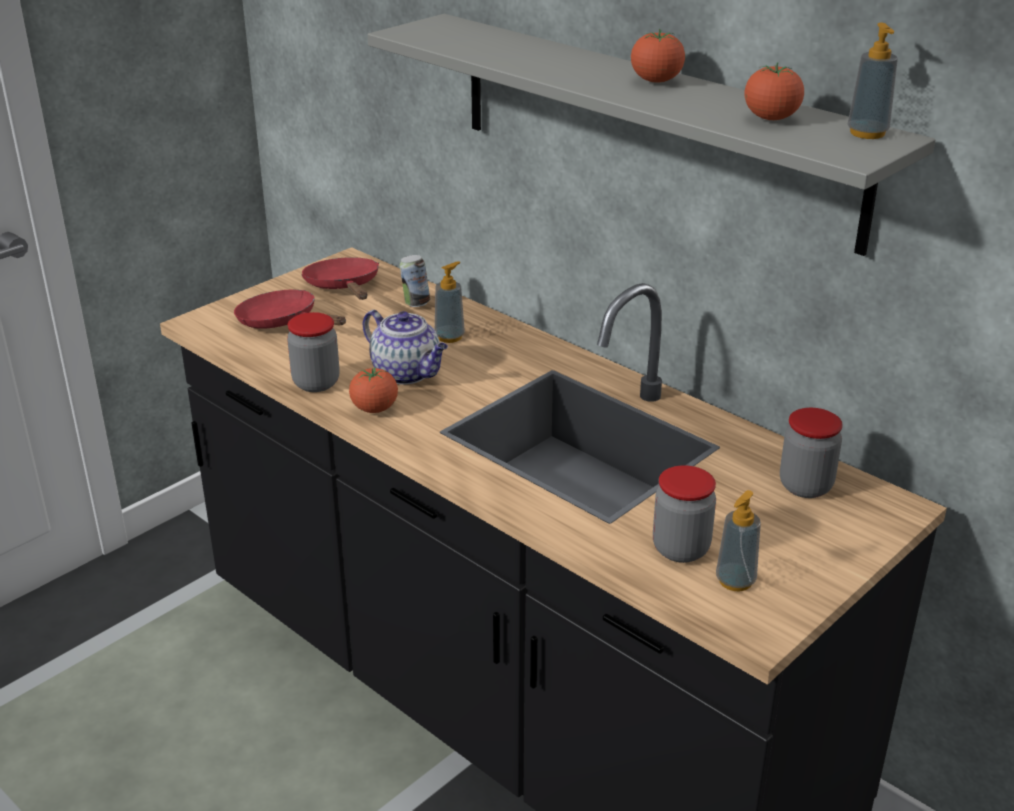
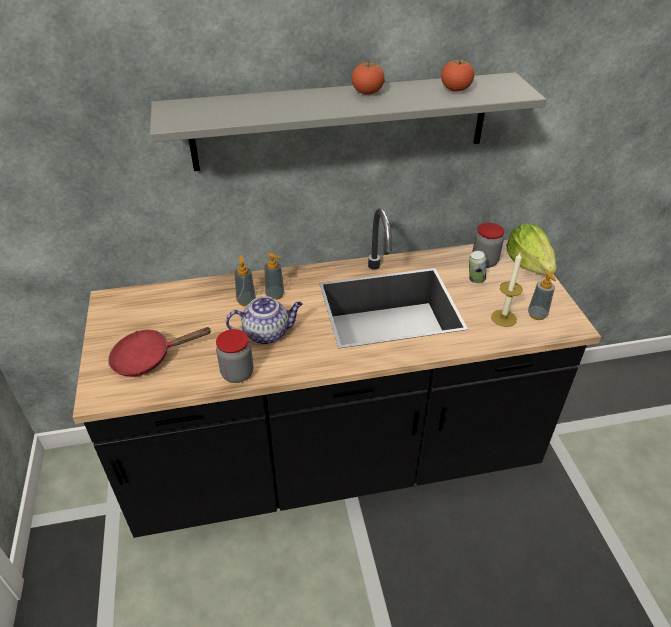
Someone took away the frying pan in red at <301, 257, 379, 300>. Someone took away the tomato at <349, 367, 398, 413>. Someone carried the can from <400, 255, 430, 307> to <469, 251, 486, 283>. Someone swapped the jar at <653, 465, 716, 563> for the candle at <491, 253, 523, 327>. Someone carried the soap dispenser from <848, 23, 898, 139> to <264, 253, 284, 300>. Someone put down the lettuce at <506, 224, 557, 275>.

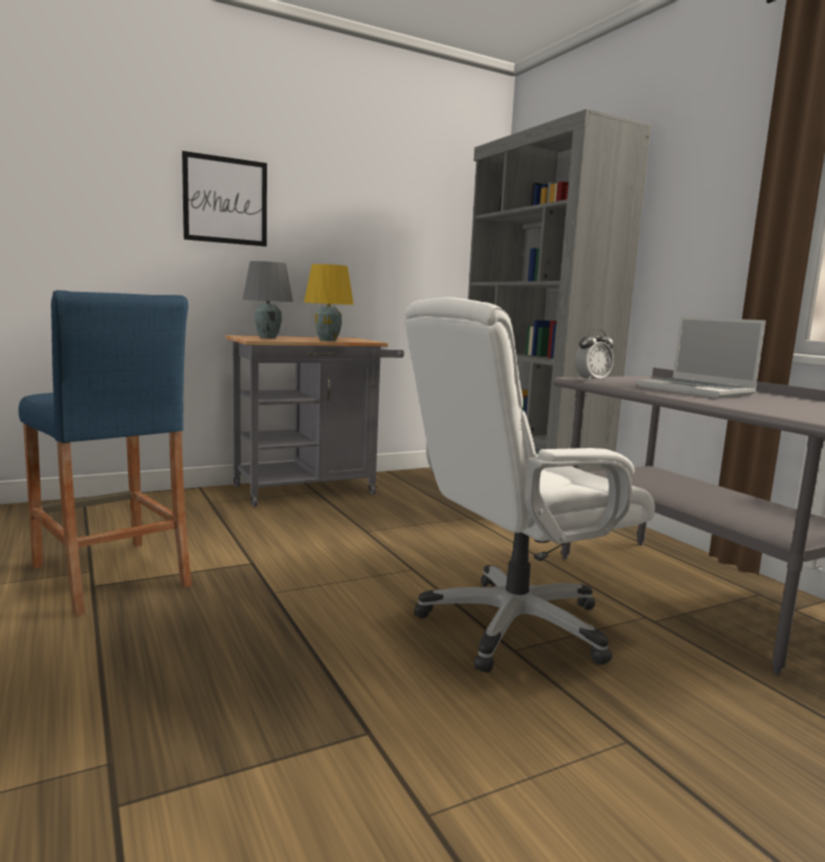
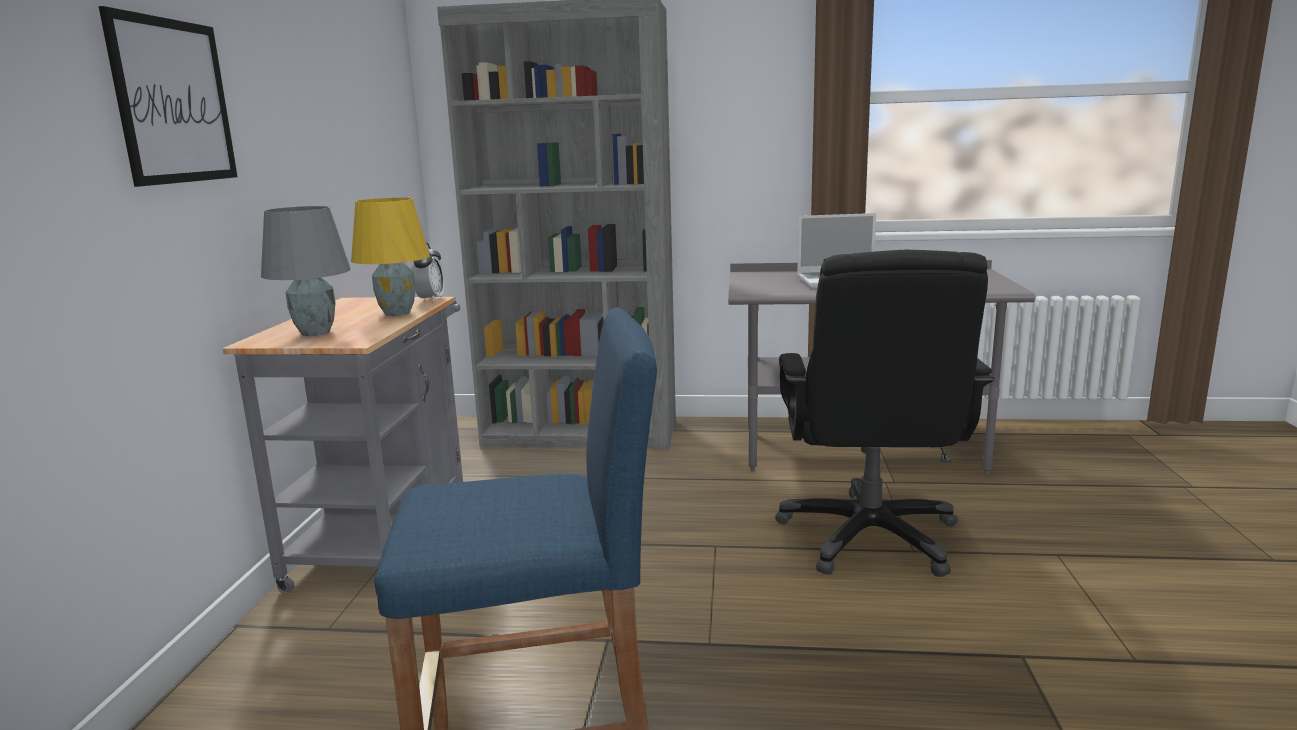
Someone repainted the office chair in white at <405, 297, 655, 673>, which became the office chair in black at <775, 250, 994, 577>. Someone carried the alarm clock from <575, 328, 614, 382> to <412, 243, 445, 302>.

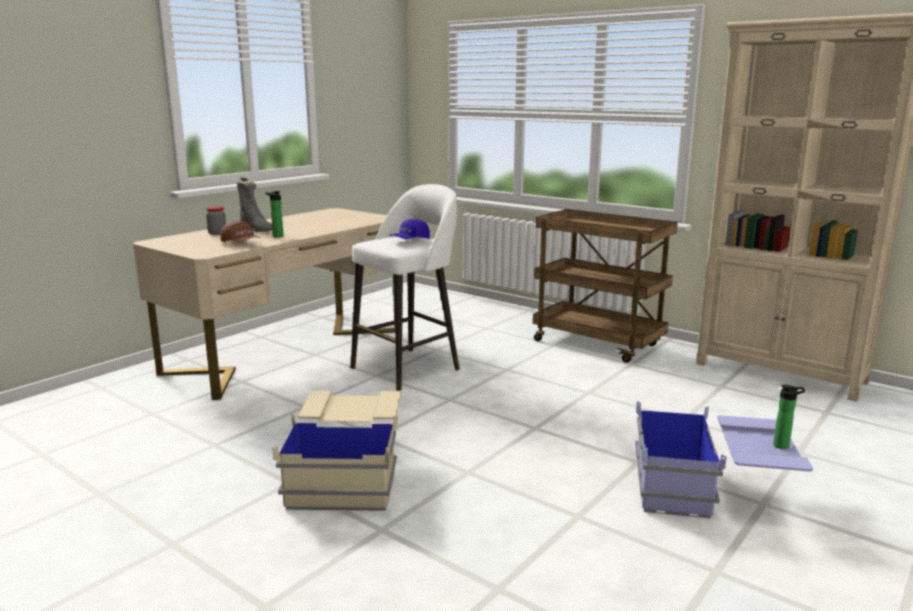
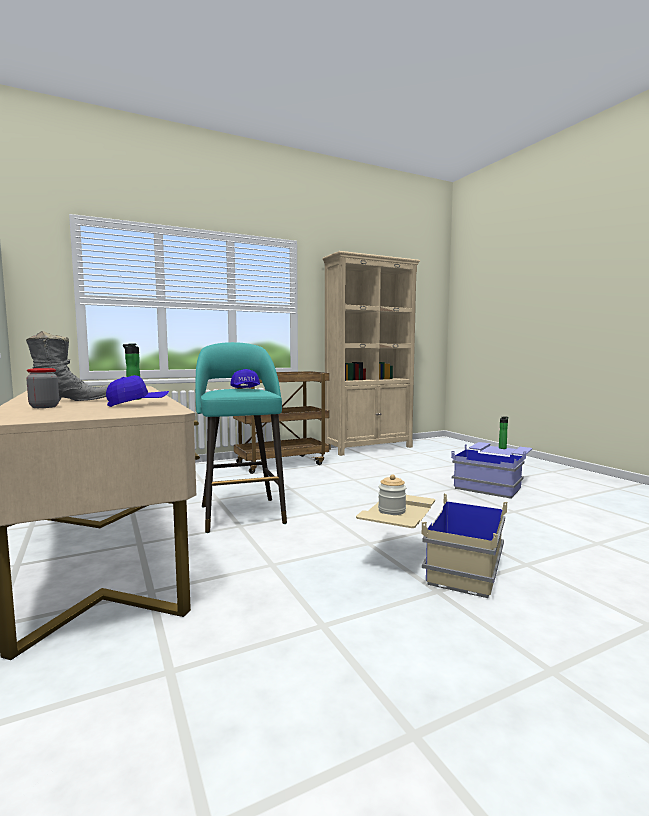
Someone repainted the cap in brown at <220, 221, 260, 242>, which became the cap in blue at <106, 375, 169, 407>. Someone repainted the stool in white at <351, 184, 460, 391>, which became the stool in turquoise at <195, 342, 287, 533>. Someone put down the jar at <378, 475, 406, 515>.

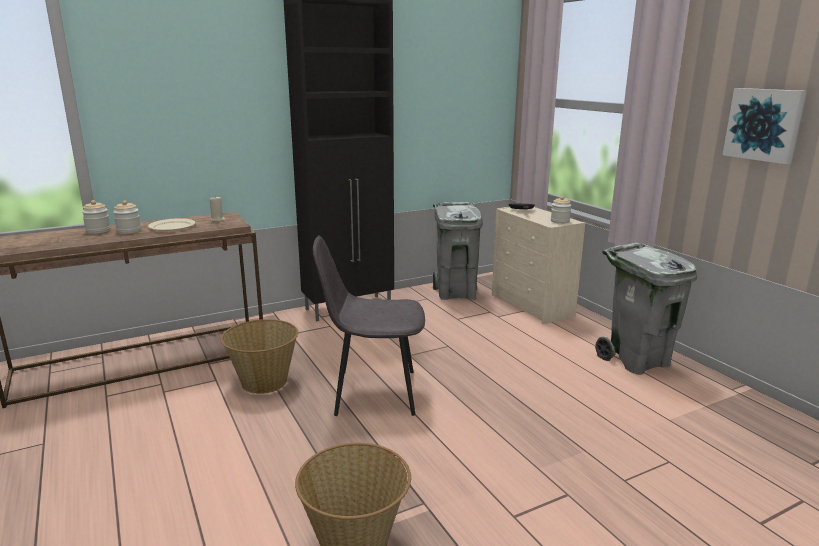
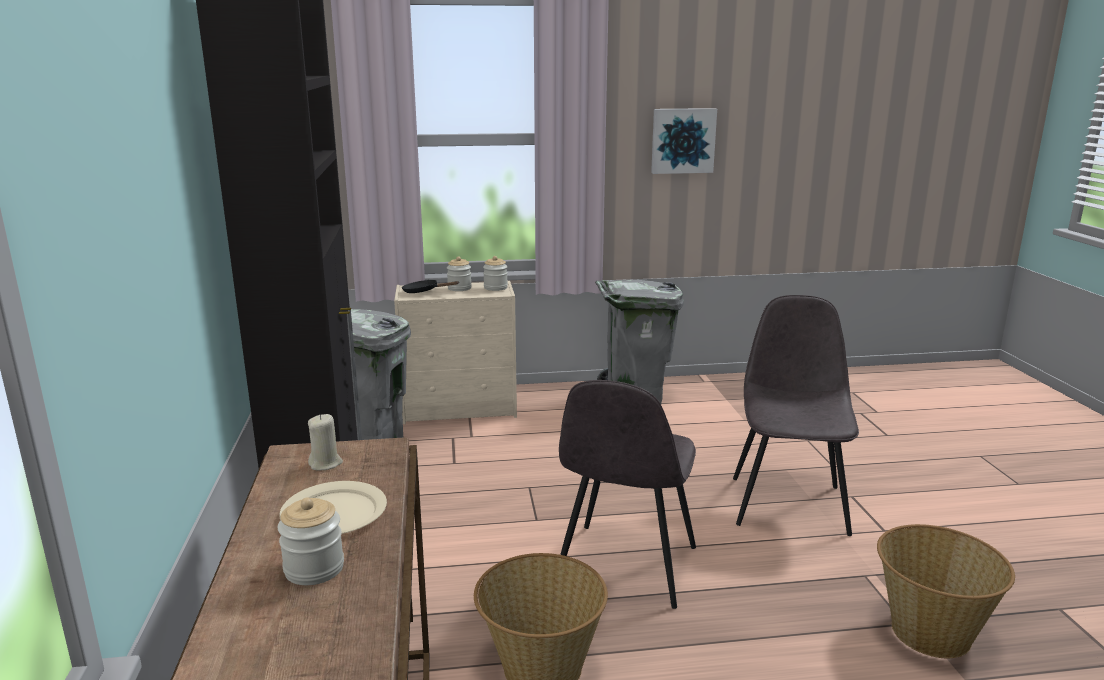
Someone carried the jar from <82, 200, 111, 234> to <447, 256, 472, 291>. Someone put down the chair in grey at <733, 295, 859, 536>.

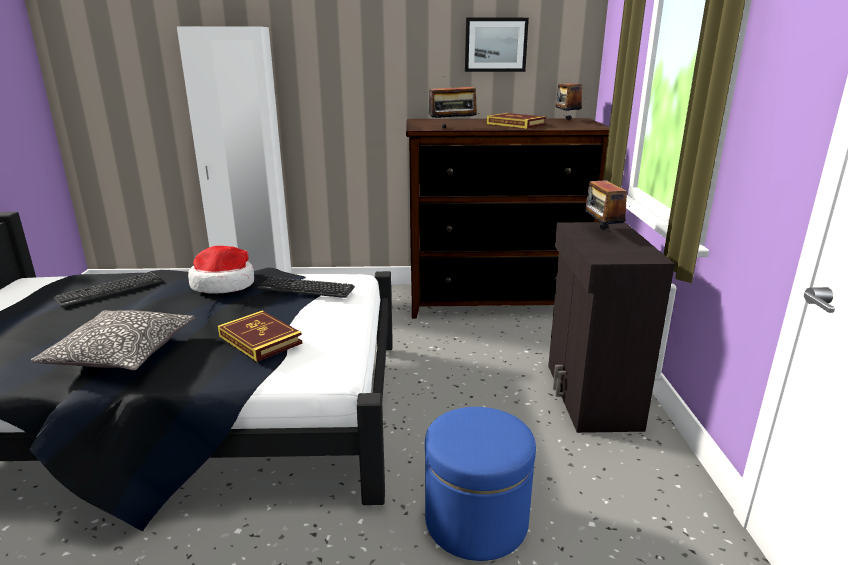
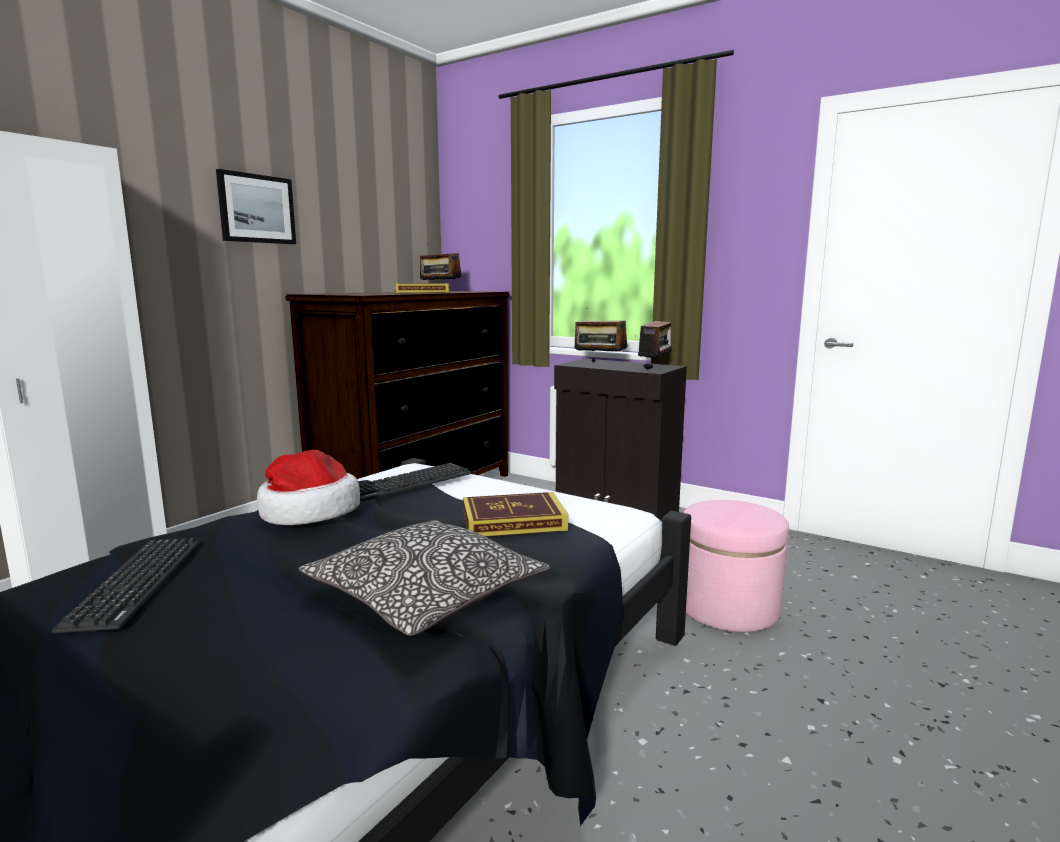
Someone repainted the ottoman in blue at <425, 407, 536, 561>, which became the ottoman in pink at <683, 500, 789, 632>. Someone carried the radio from <429, 76, 477, 128> to <638, 312, 672, 370>. Someone carried the picture from <465, 18, 529, 72> to <216, 169, 296, 244>.

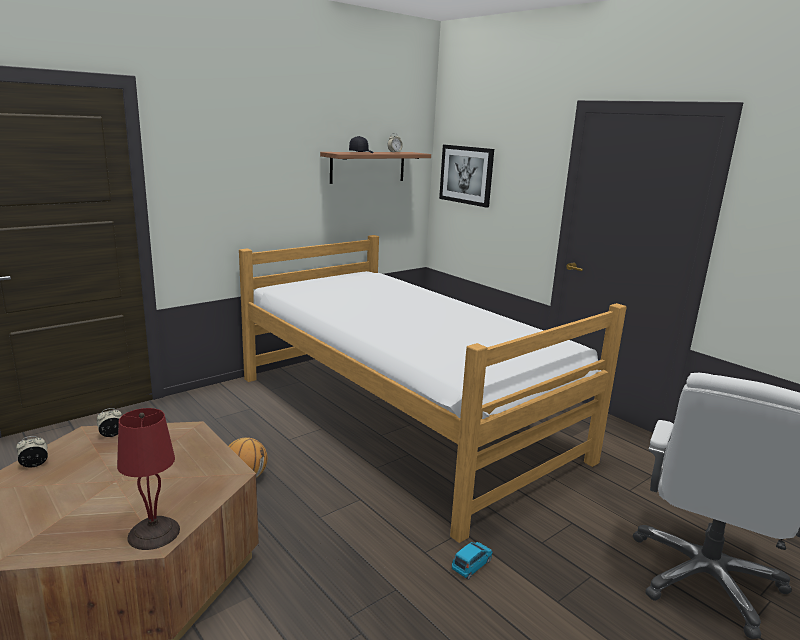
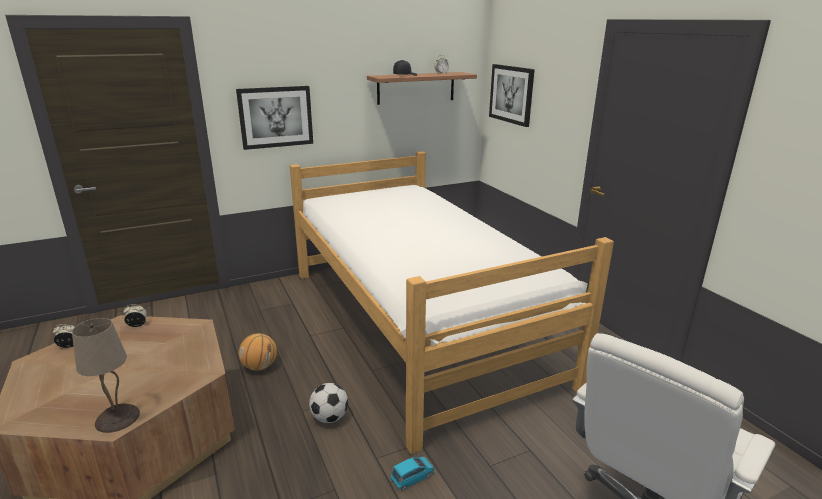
Someone repainted the table lamp in red at <117, 408, 180, 550>, which became the table lamp in beige at <72, 318, 140, 433>. Someone put up the picture at <236, 86, 313, 150>. Someone put down the football at <309, 383, 348, 423>.

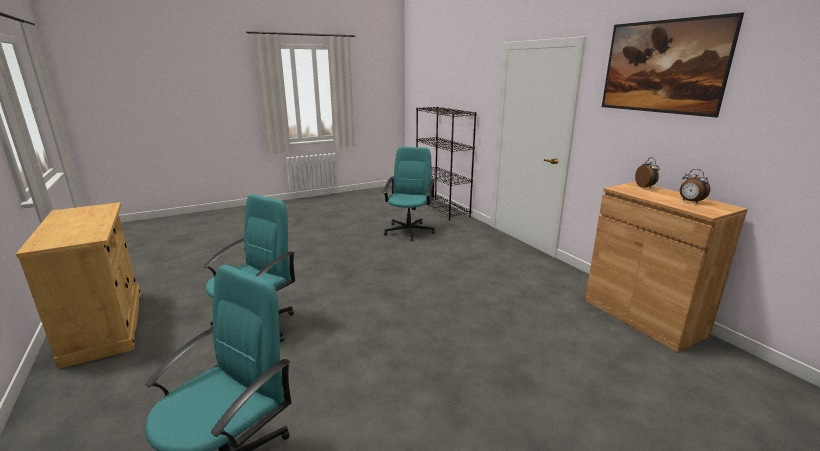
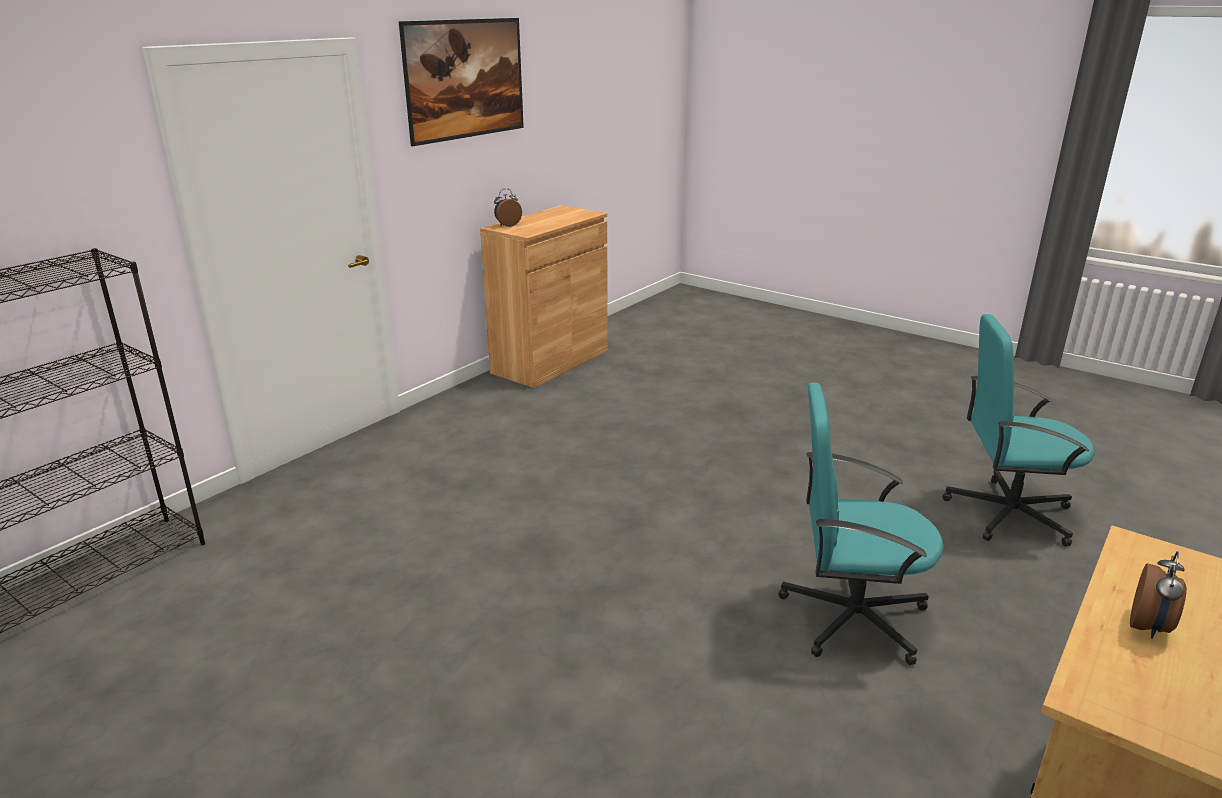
Someone took away the office chair in turquoise at <383, 147, 435, 241>. Someone carried the alarm clock from <680, 169, 710, 204> to <1130, 551, 1187, 639>.

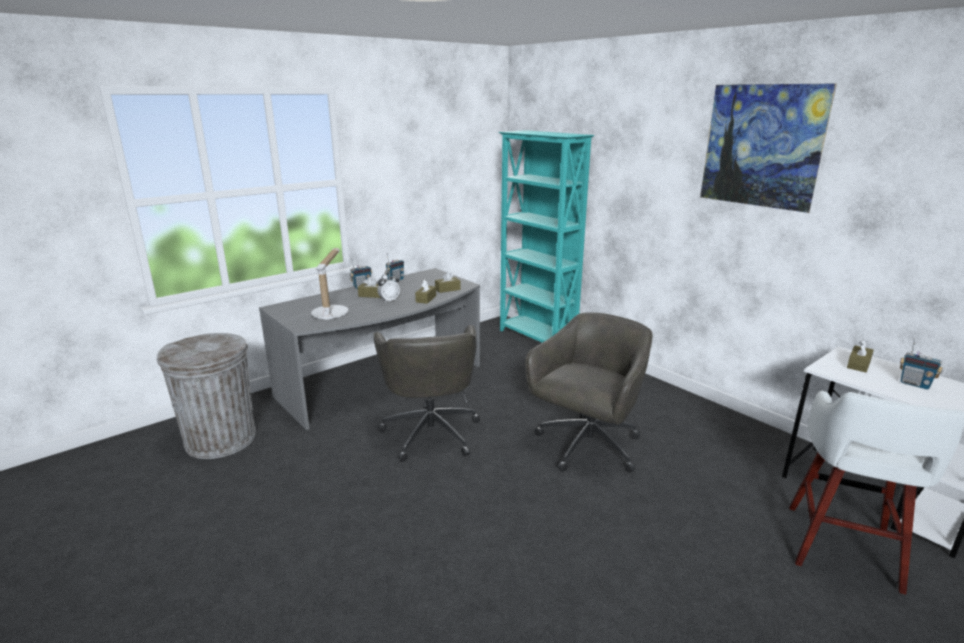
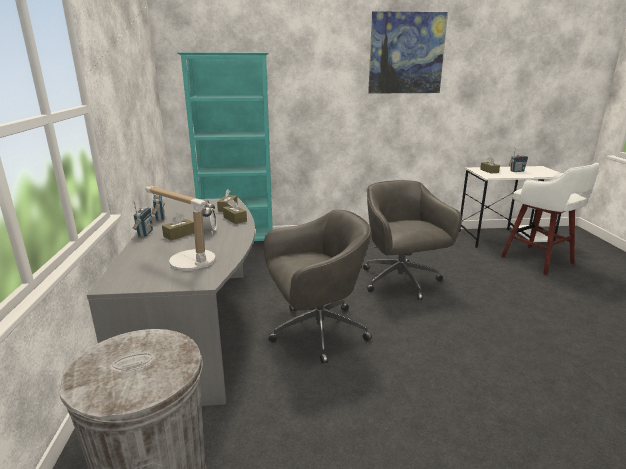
Someone rotated the office chair in grey at <373, 325, 480, 462> by 45 degrees counterclockwise.

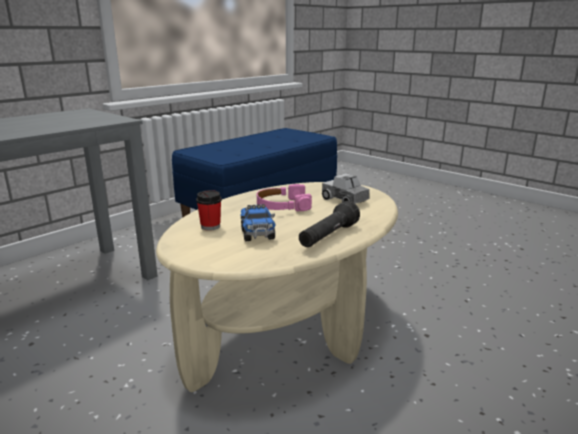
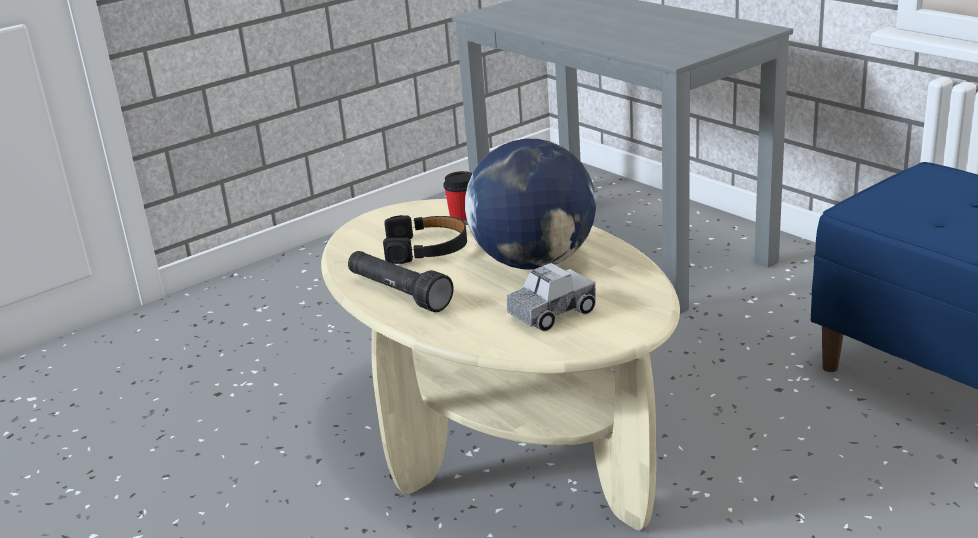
Someone swapped the toy truck at <240, 204, 276, 241> for the headphones in black at <383, 215, 467, 264>. Someone swapped the headphones in pink at <257, 184, 312, 211> for the globe at <465, 139, 596, 270>.

